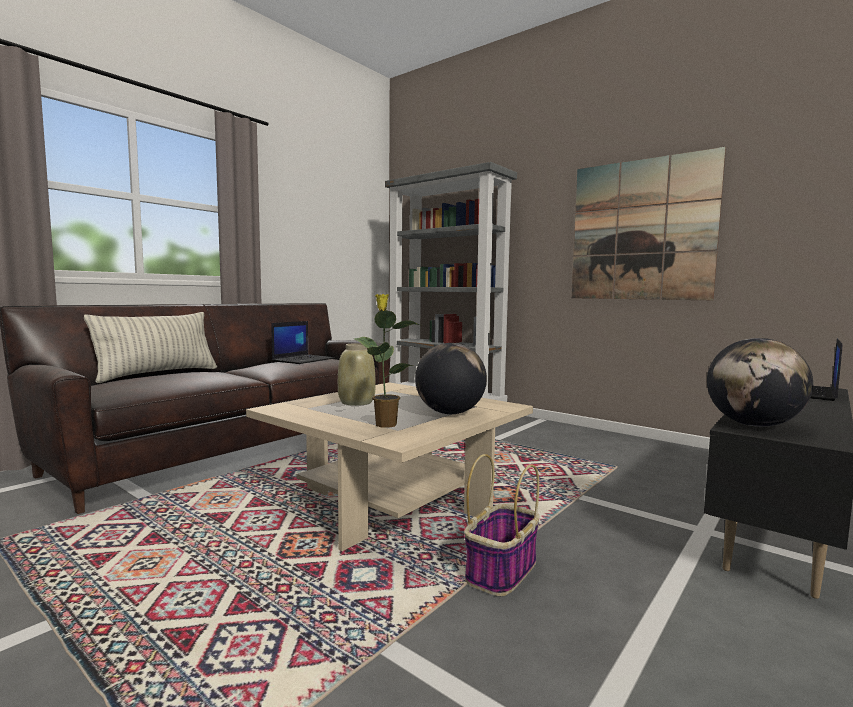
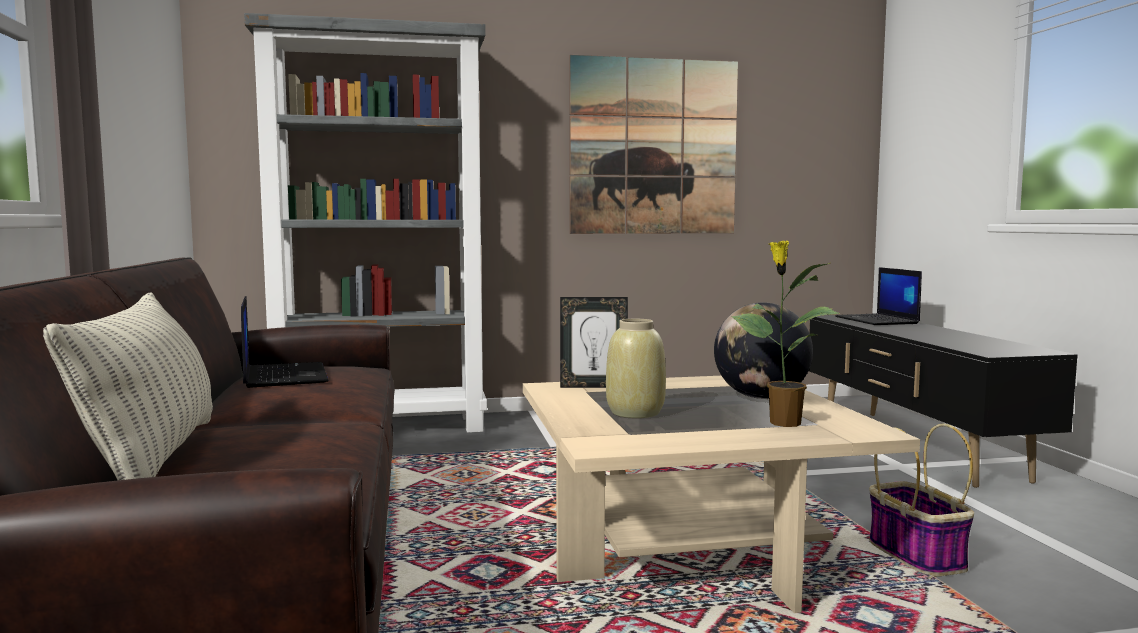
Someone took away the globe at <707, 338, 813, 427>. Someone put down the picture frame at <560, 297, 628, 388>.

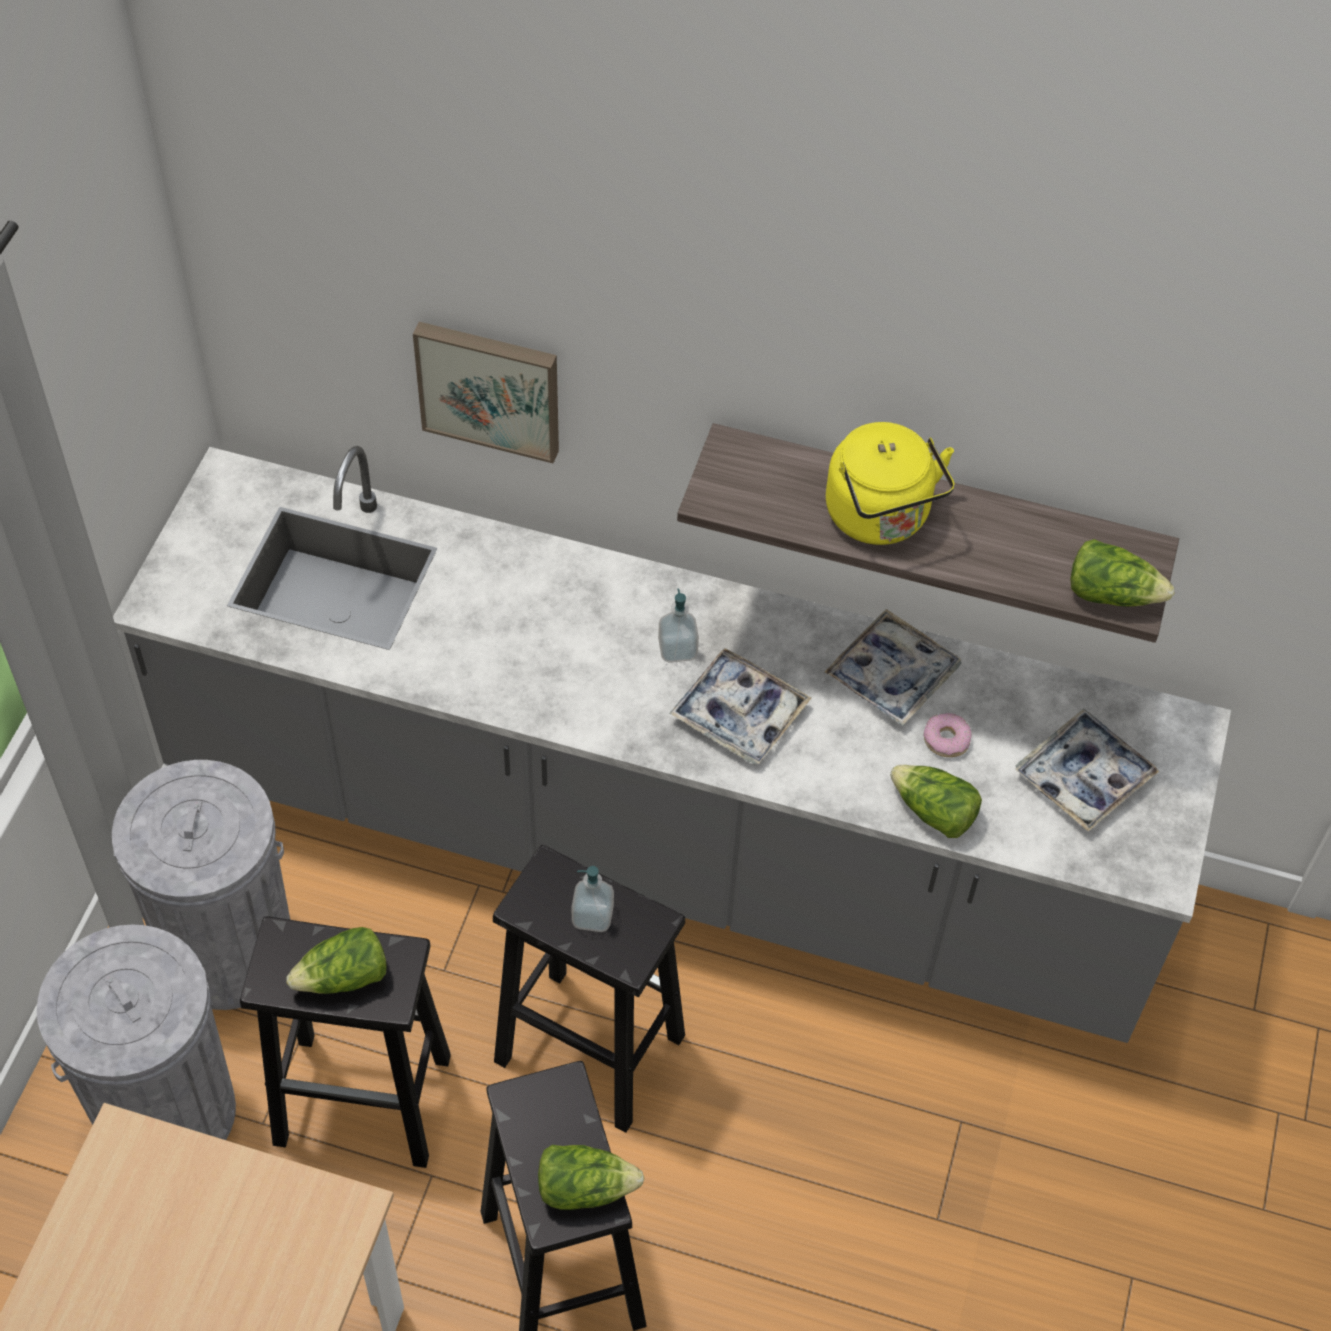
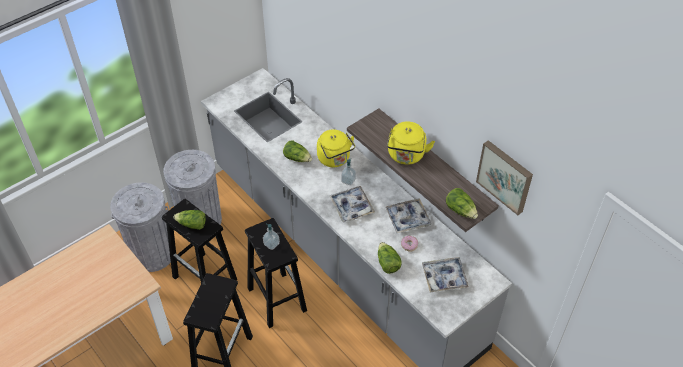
Someone carried the picture from <413, 322, 559, 463> to <476, 140, 533, 215>. Someone carried the lettuce from <538, 1145, 645, 1210> to <283, 140, 312, 162>. Someone put down the kettle in yellow at <317, 129, 355, 167>.

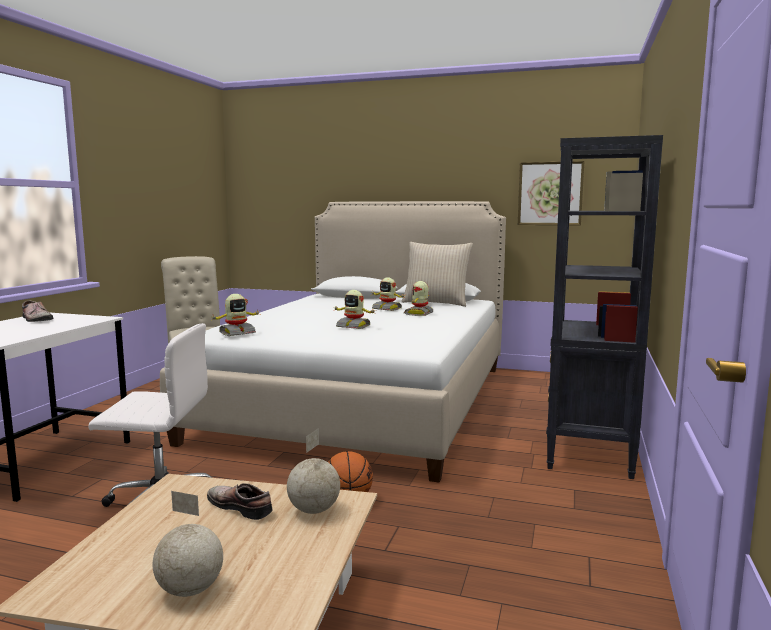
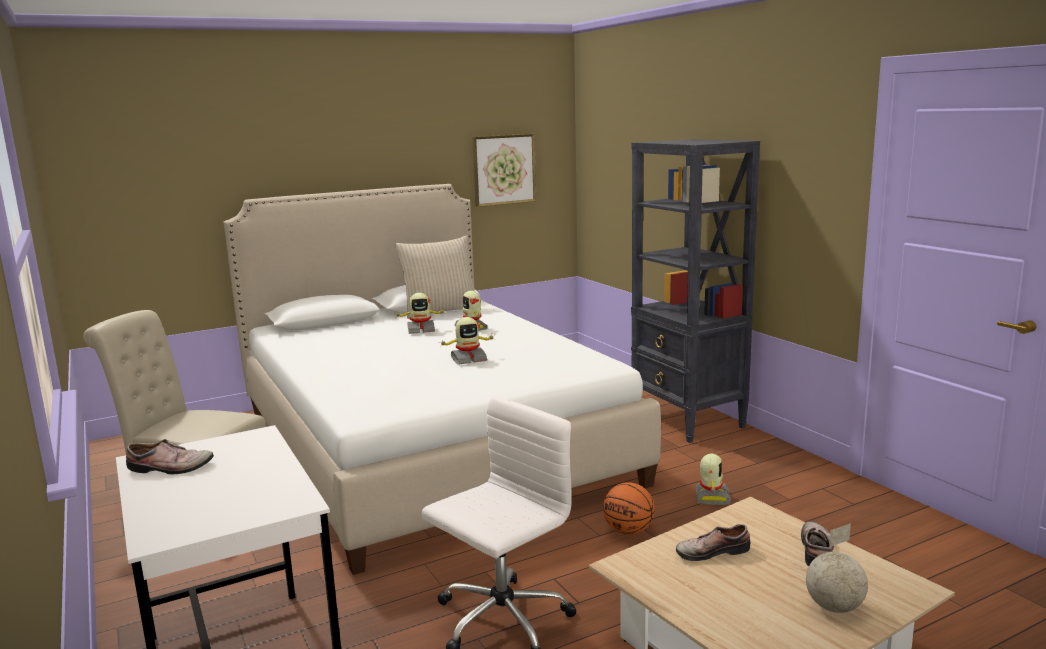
Someone carried the toy robot from <211, 294, 259, 336> to <695, 454, 731, 505>. Someone took away the globe at <287, 428, 340, 514>. Someone put down the shoe at <801, 522, 834, 566>.

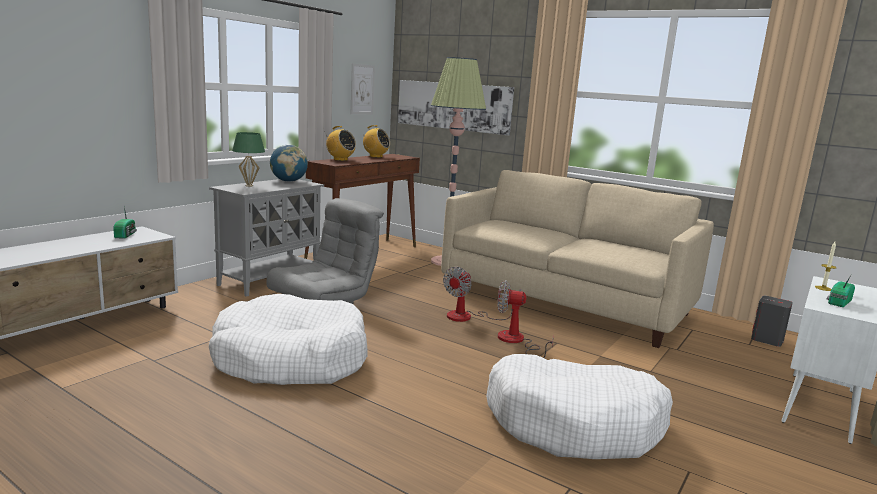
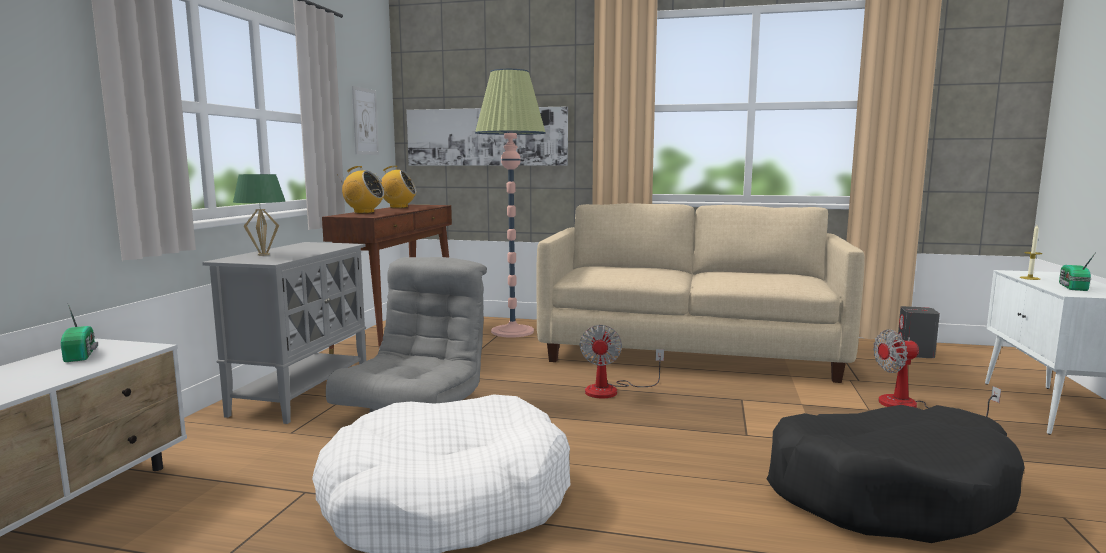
Someone took away the globe at <270, 145, 308, 182>. Someone repainted the dog bed in white at <486, 354, 673, 459>, which became the dog bed in black at <767, 405, 1025, 543>. Someone carried the fan from <497, 280, 553, 358> to <873, 329, 1001, 417>.

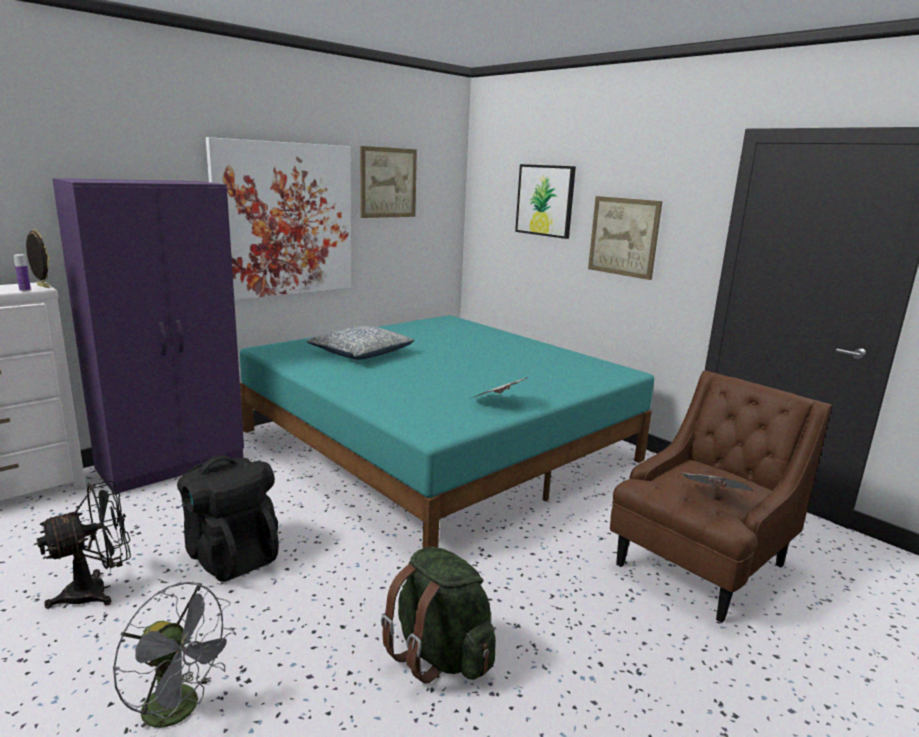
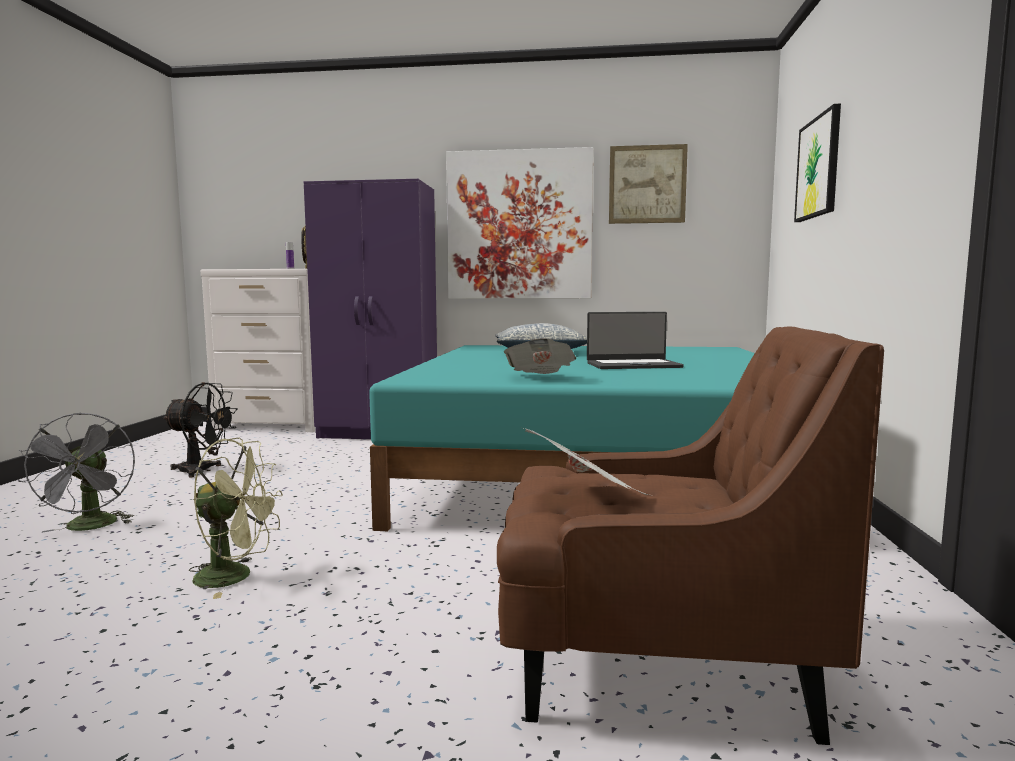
Someone took away the backpack in black at <177, 455, 279, 582>. Someone swapped the backpack in green at <381, 547, 496, 683> for the fan in green at <189, 438, 283, 599>. Someone took away the picture at <588, 196, 662, 280>. Someone put down the laptop at <587, 312, 684, 369>.

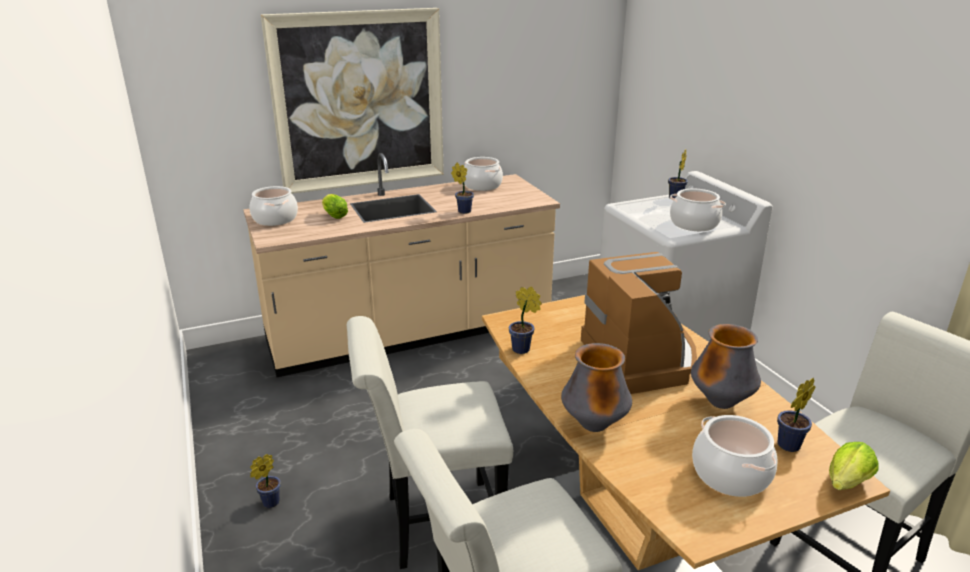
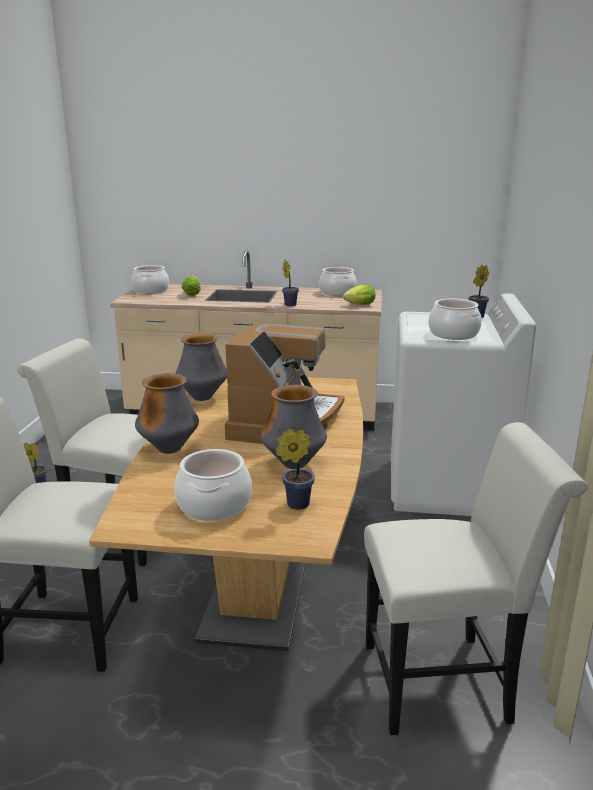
Someone took away the picture at <261, 8, 444, 194>. Someone swapped the potted plant at <509, 286, 542, 354> for the vase at <175, 334, 227, 401>. Someone carried the lettuce from <829, 442, 879, 490> to <343, 284, 375, 305>.

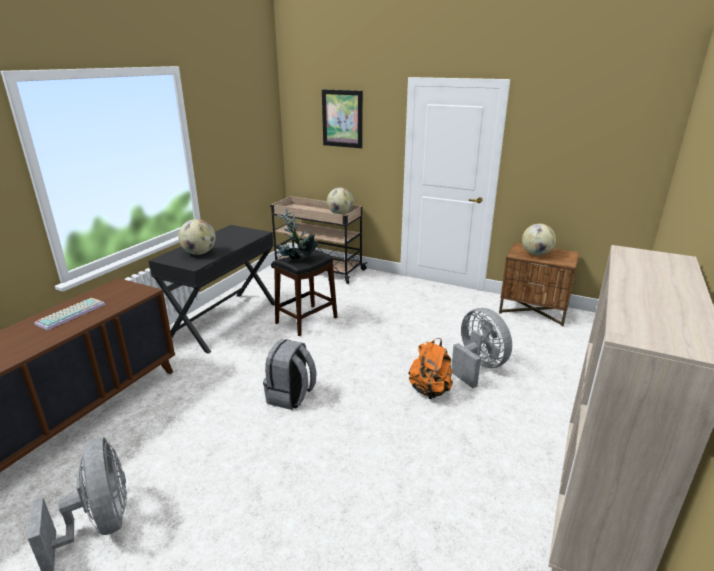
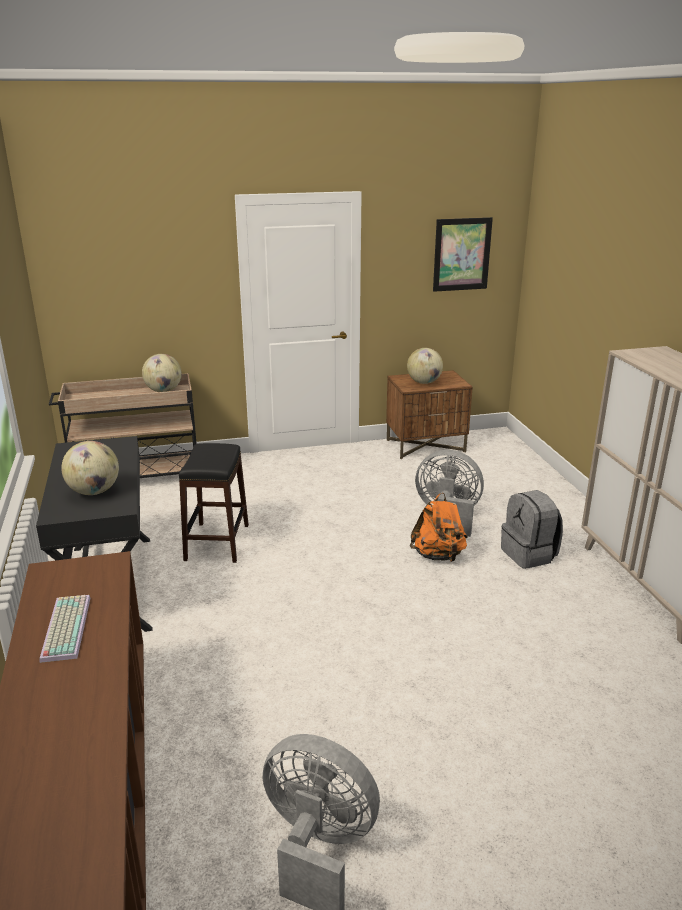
Someone carried the backpack in grey from <263, 339, 316, 410> to <501, 490, 563, 569>. Someone took away the potted plant at <276, 208, 318, 259>. Someone carried the picture from <322, 89, 363, 148> to <433, 217, 493, 292>.

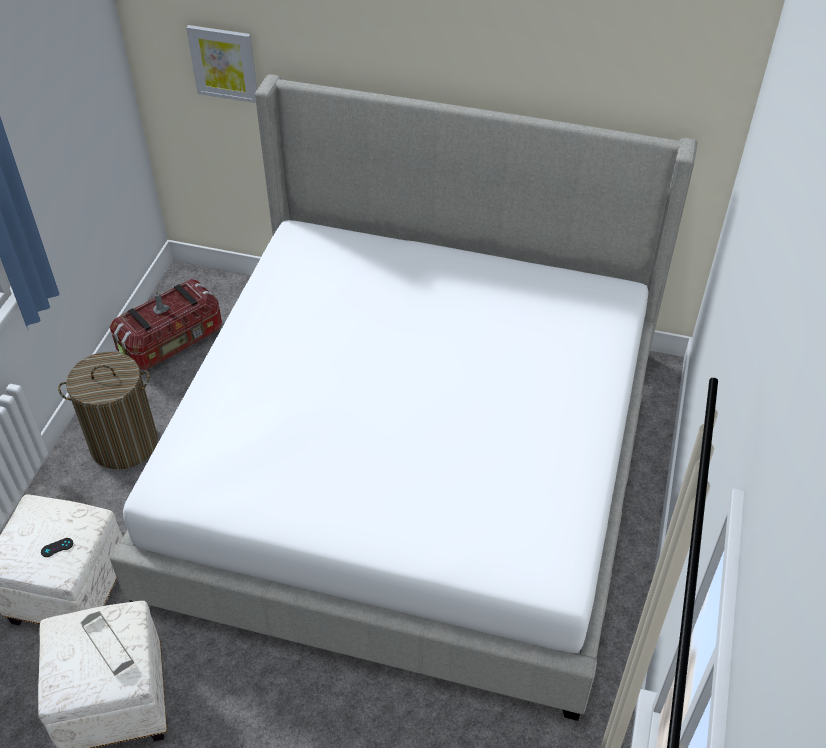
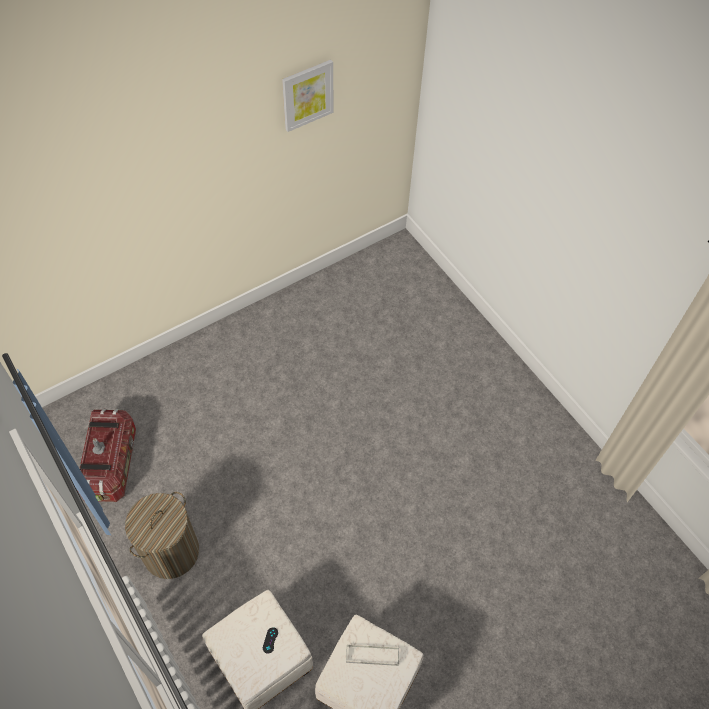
Someone took away the bed at <110, 74, 697, 721>. Someone carried the picture from <186, 25, 257, 103> to <282, 59, 333, 132>.

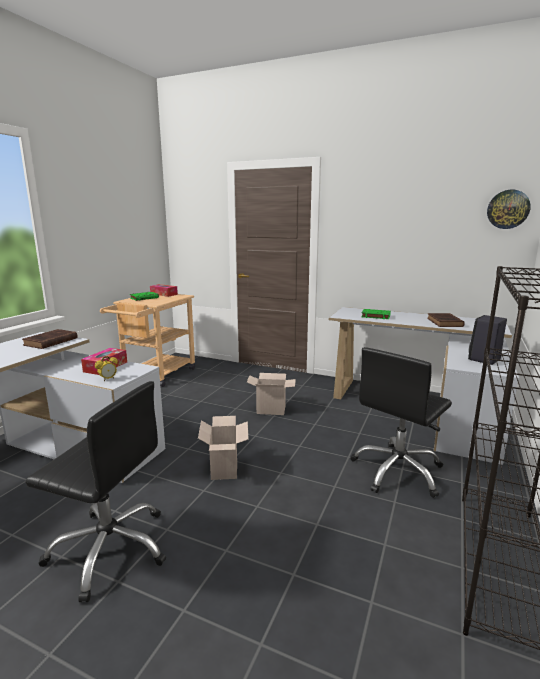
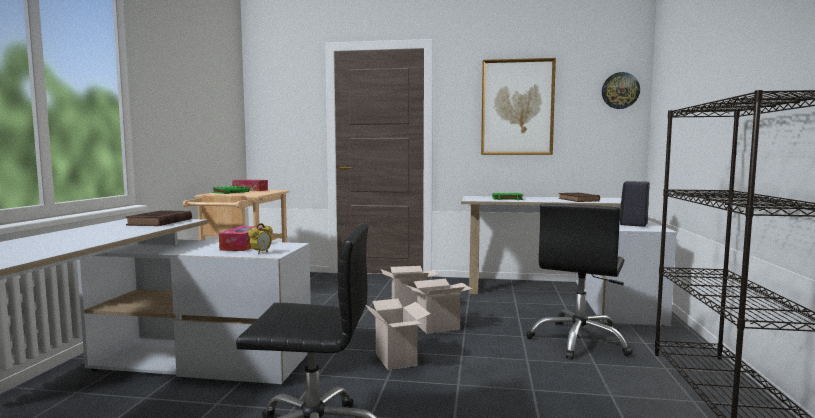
Someone put down the cardboard box at <406, 279, 472, 334>. Someone put up the picture at <481, 58, 556, 155>.

